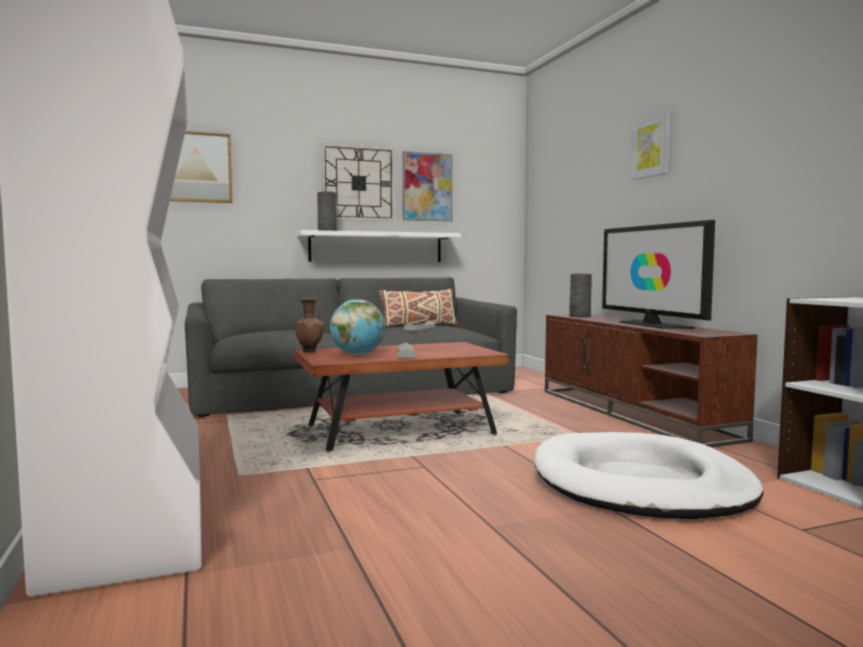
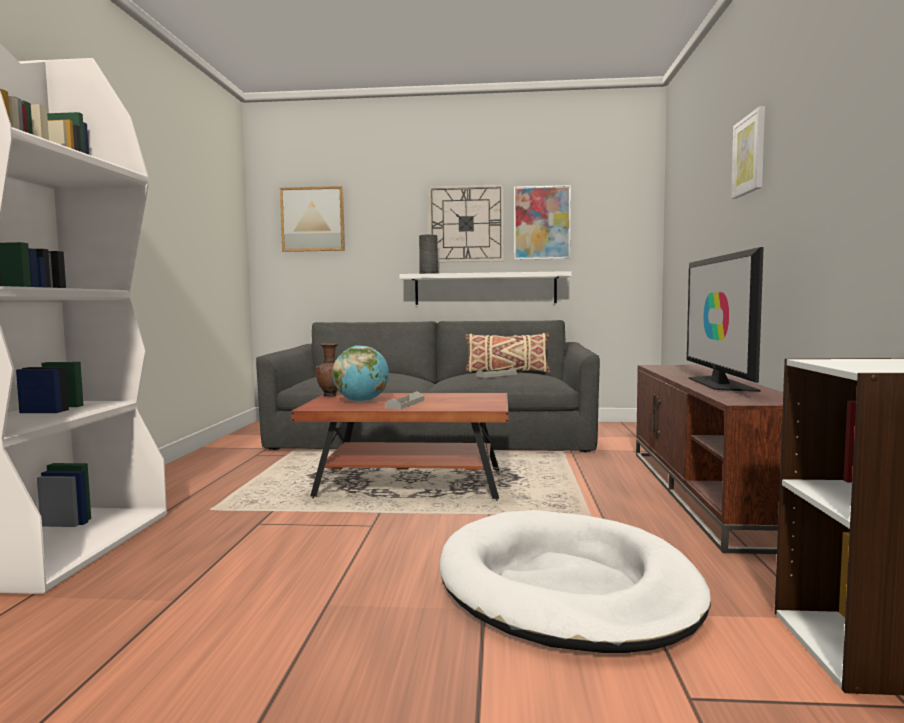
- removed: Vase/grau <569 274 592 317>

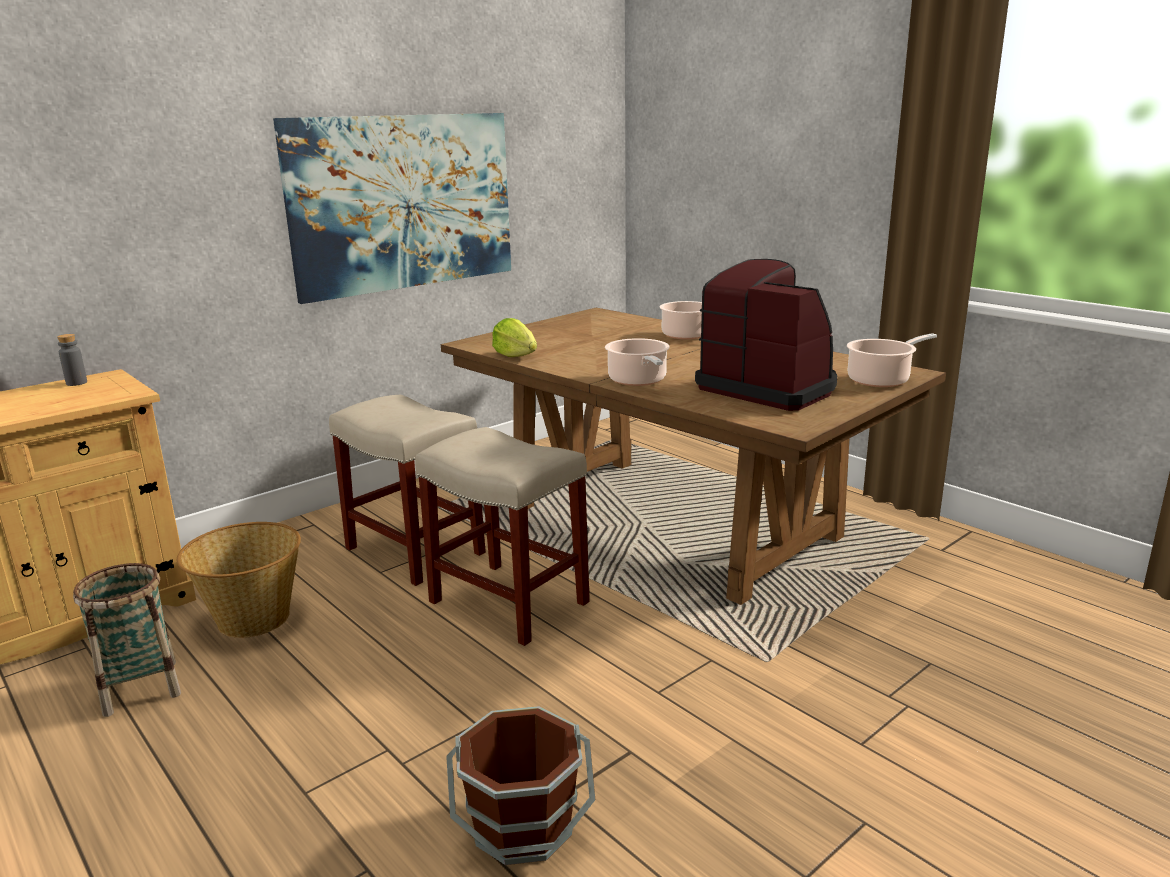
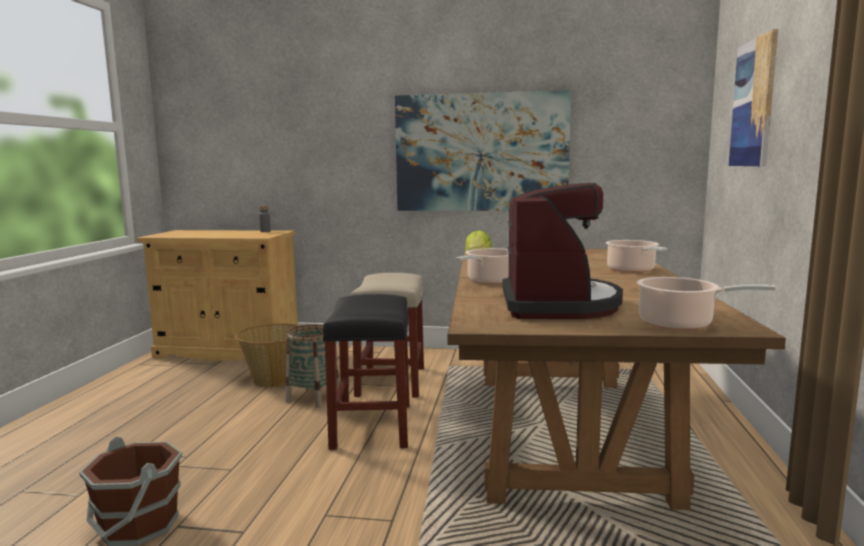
- moved: Korb <73 563 181 717> to <286 324 339 408>
- recoloured: Hocker/beige <415 427 590 646> to Hocker/schwarz <322 294 410 450>
- added: Bild <729 29 778 166>

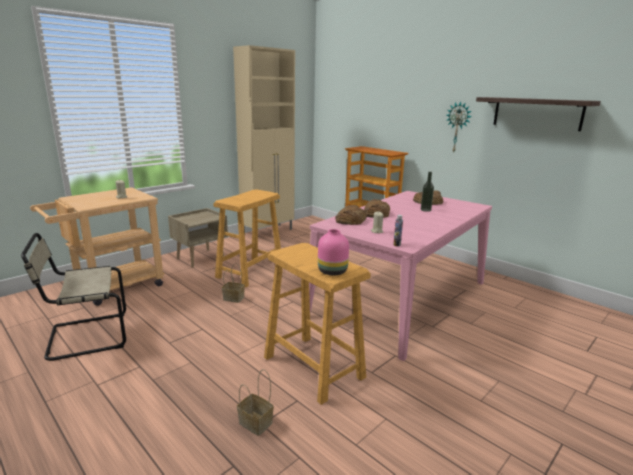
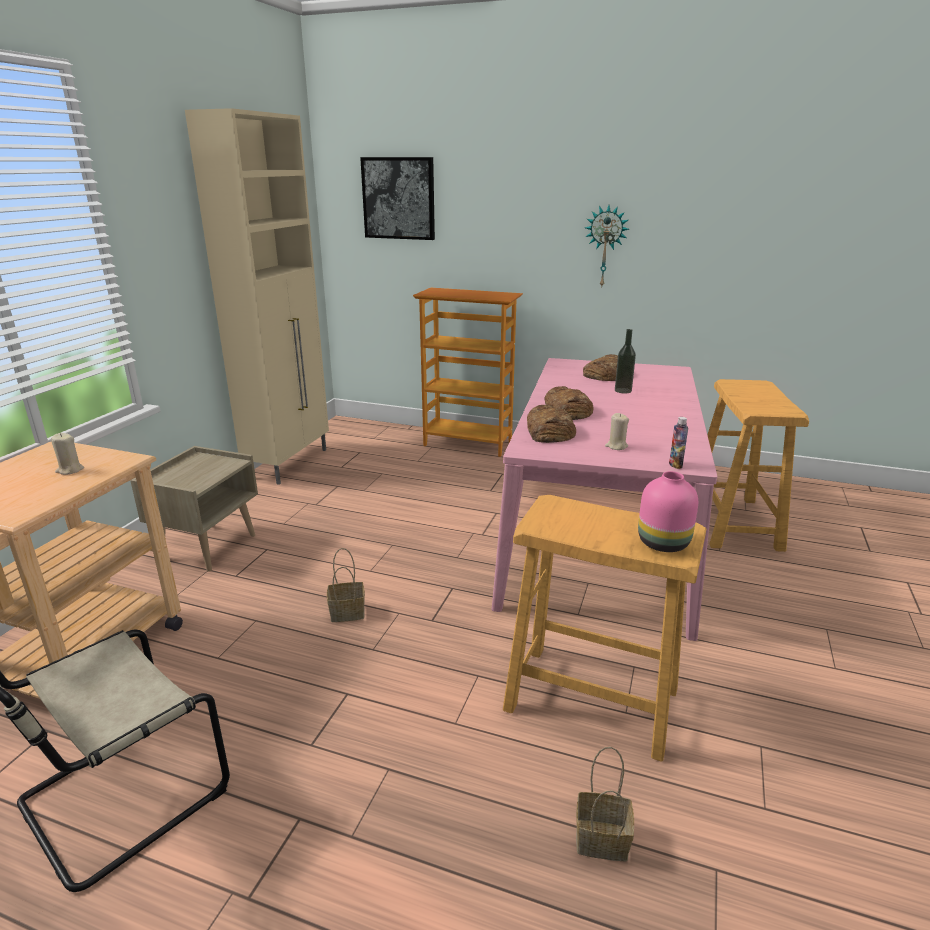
- moved: Hocker/beige <213 190 281 288> to <708 379 809 552>
- removed: Wandregal <476 97 601 131>
- added: Bild <360 157 435 240>

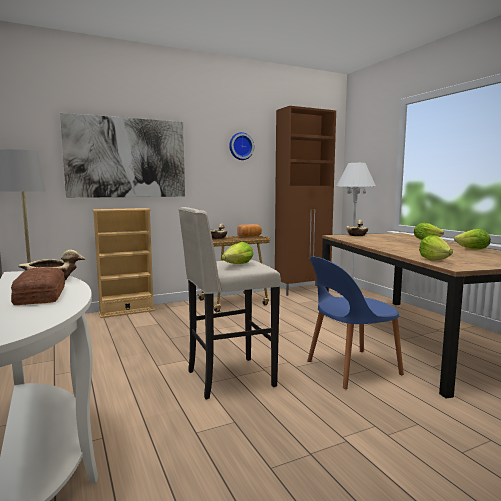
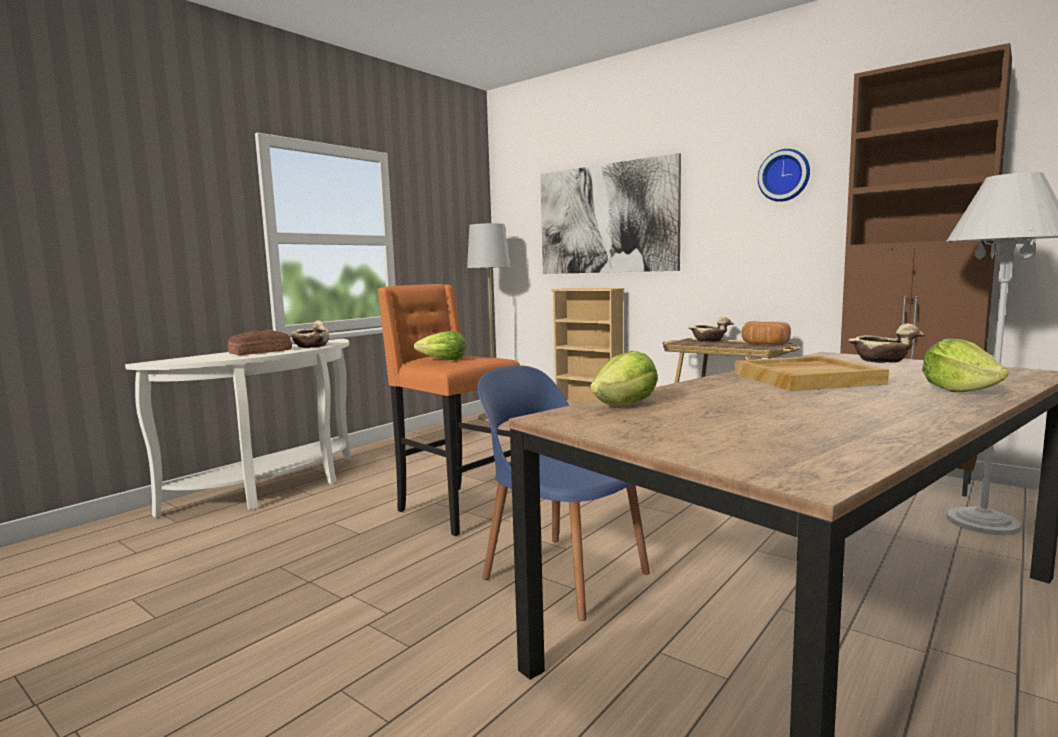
- recoloured: Hocker/beige <178 207 281 400> to Hocker/orange <377 284 520 536>
- removed: Salatkopf <454 229 491 249>
- added: Tablett/beige <735 356 889 391>

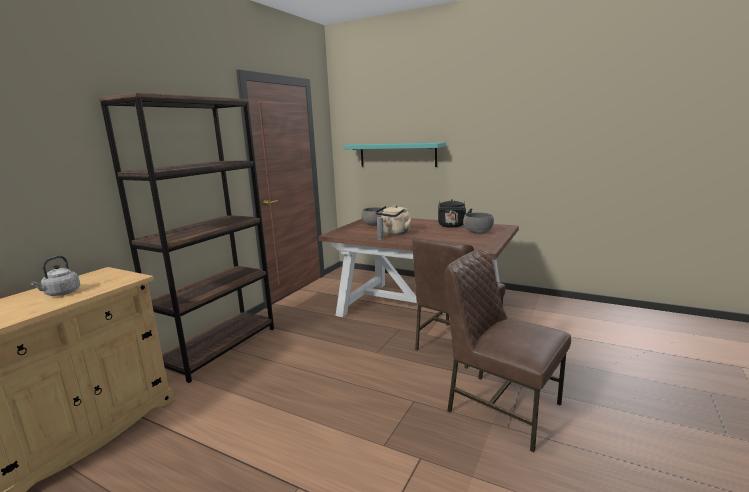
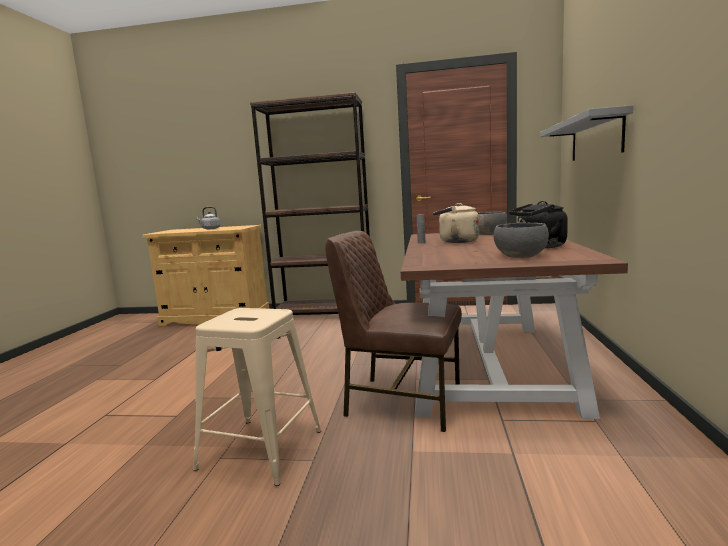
- recoloured: Wandregal/türkis <343 142 446 167> to Wandregal/grau <540 105 633 161>
- replaced: Stuhl/braun <444 250 571 452> to Hocker/beige <193 308 321 486>

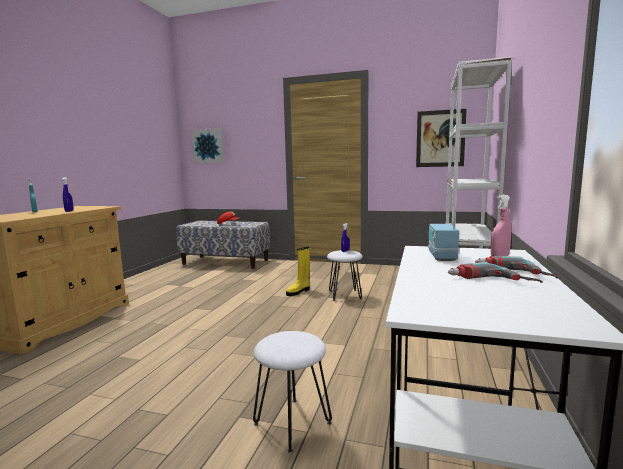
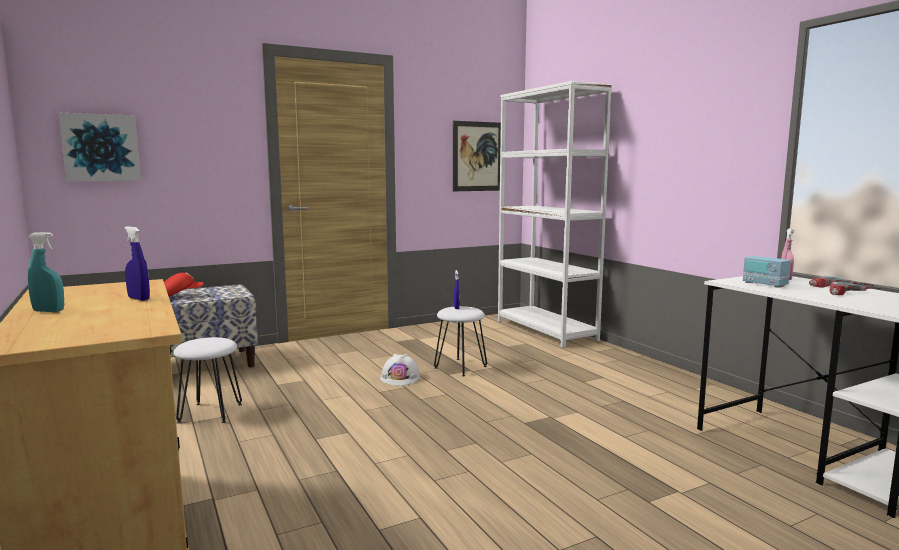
- moved: Hocker/weiß <253 331 332 453> to <173 337 242 423>
- replaced: Stiefel/gelb <286 247 310 296> to Schutzhelm/weiß <380 354 420 386>

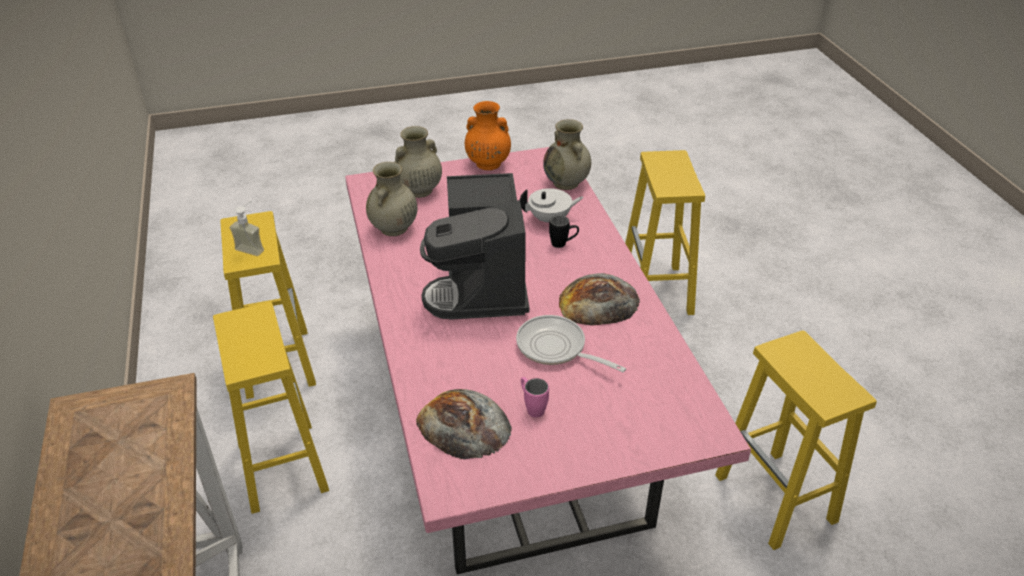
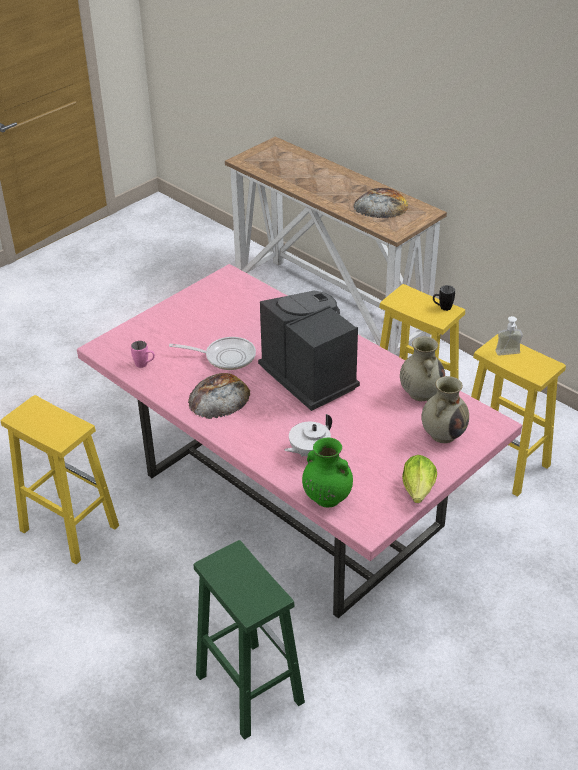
- moved: Brot <416 389 512 459> to <353 188 408 218>
- replaced: Vase/orange <465 101 511 170> to Salatkopf <402 455 437 503>
- moved: Henkelbecher/rosa <521 377 549 417> to <131 341 155 368>
- recoloured: Vase/beige <543 119 591 190> to Vase/grün <302 438 353 507>
- moved: Henkelbecher/schwarz <549 215 579 248> to <433 285 455 311>
- recoloured: Hocker/gelb <625 150 705 315> to Hocker/grün <194 540 305 740>

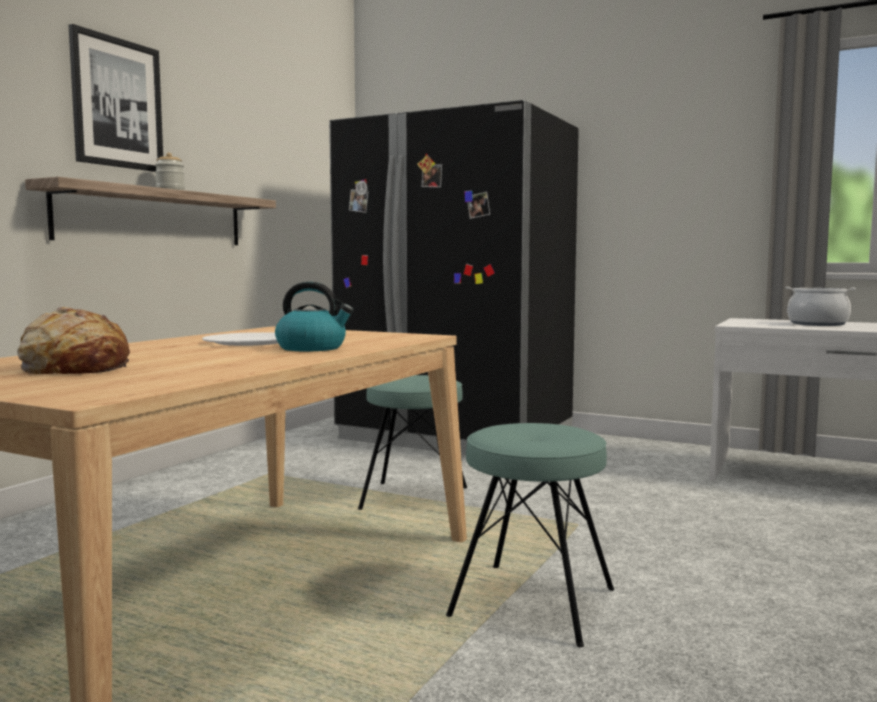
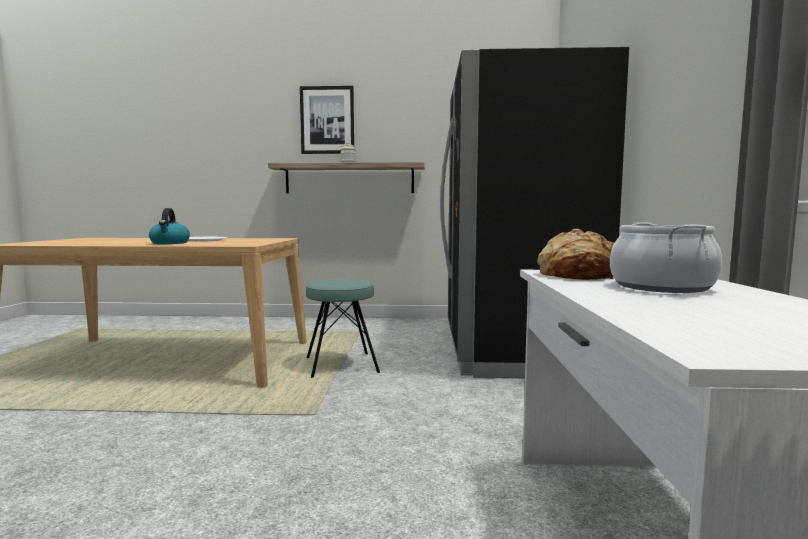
- moved: Brot <17 307 130 374> to <537 229 614 280>
- removed: Hocker/türkis <446 423 614 647>

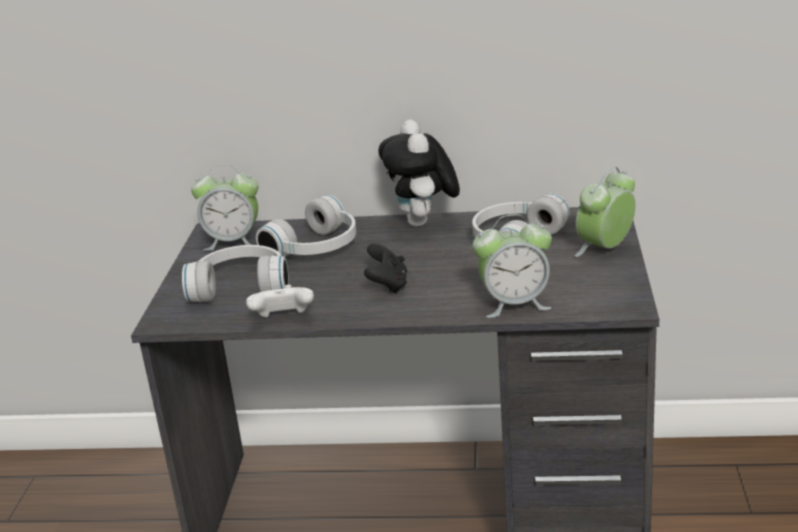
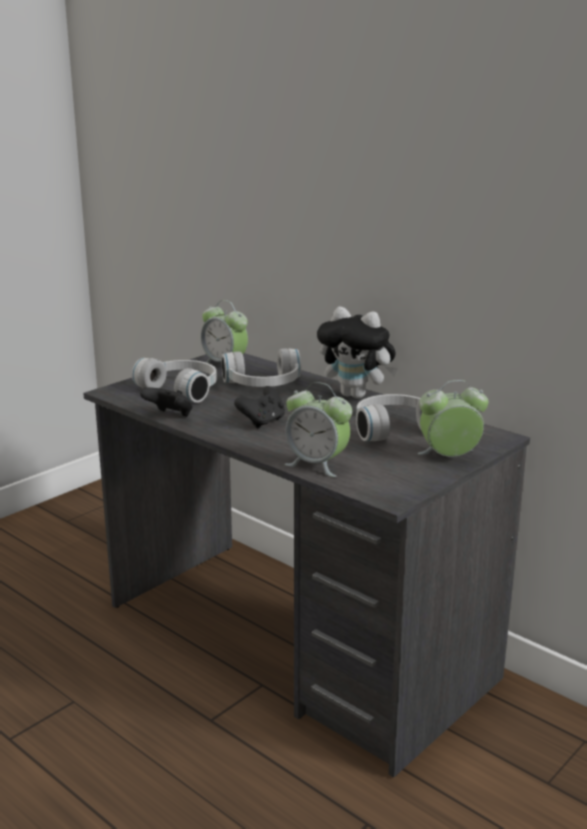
- recoloured: Gamepad/weiß <246 285 314 317> to Gamepad/schwarz <140 387 193 417>
- turned: Plüschtier <378 119 460 227> = <317 306 398 399> 90 degrees counterclockwise

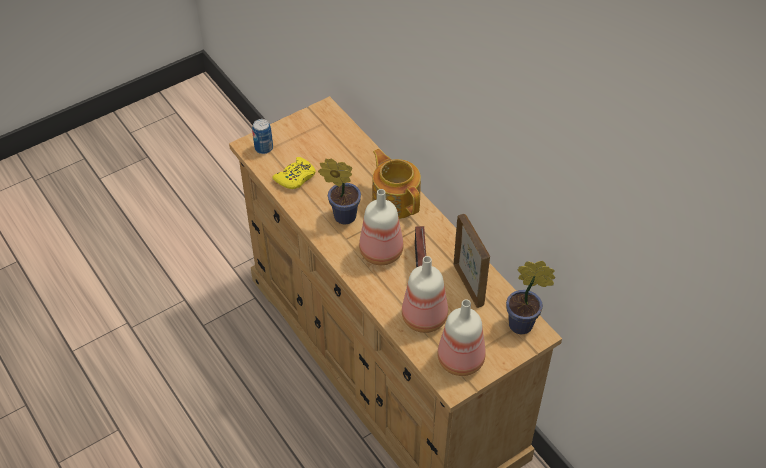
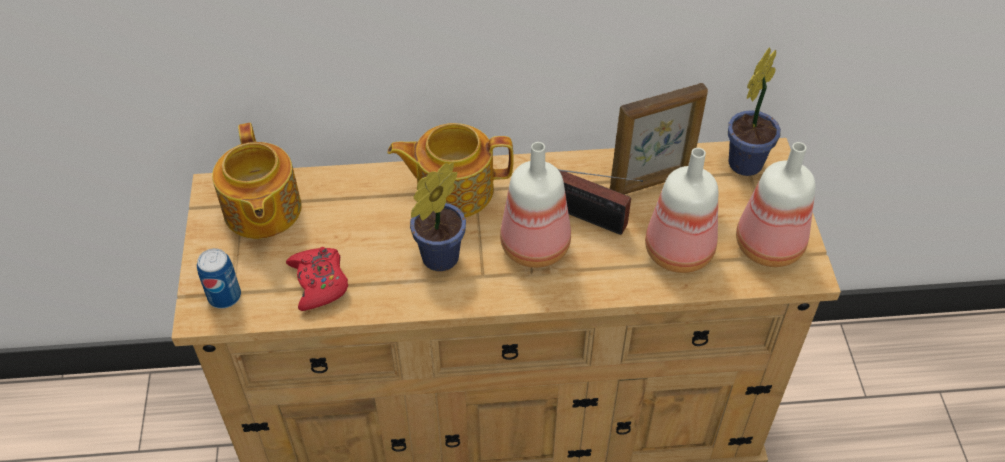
- recoloured: Gamepad/gelb <272 157 316 189> to Gamepad/rot <286 247 348 311>
- turned: Bilderrahmen <454 214 490 308> = <610 83 708 195> 150 degrees clockwise
- added: Teekanne <212 123 301 239>

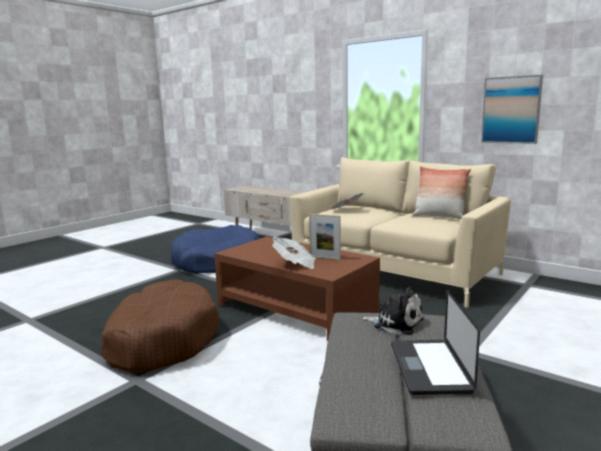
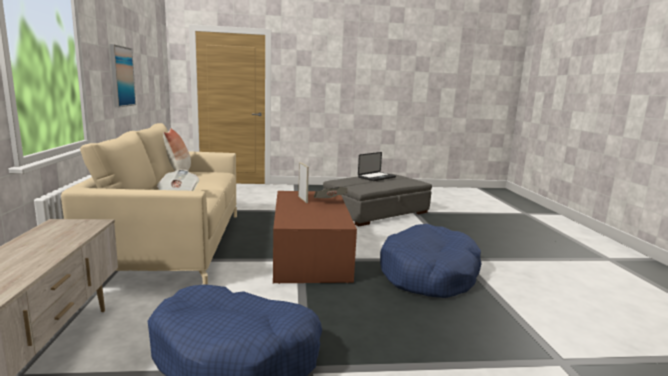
- recoloured: Hundebett/braun <101 280 219 373> to Hundebett/blau <380 224 482 298>
- removed: Plüschtier <362 286 424 335>

